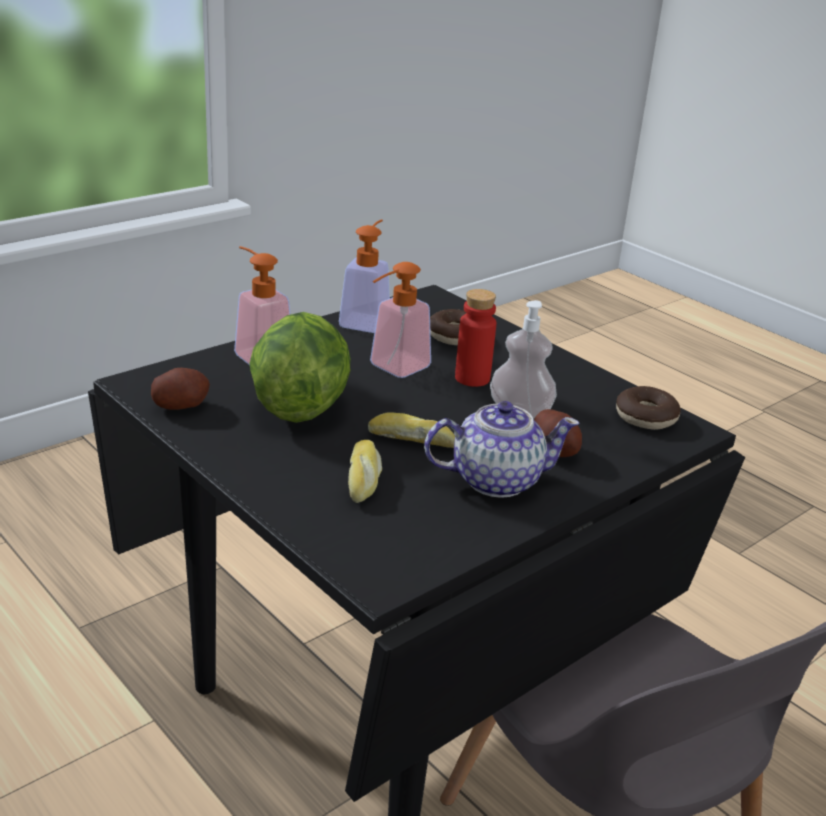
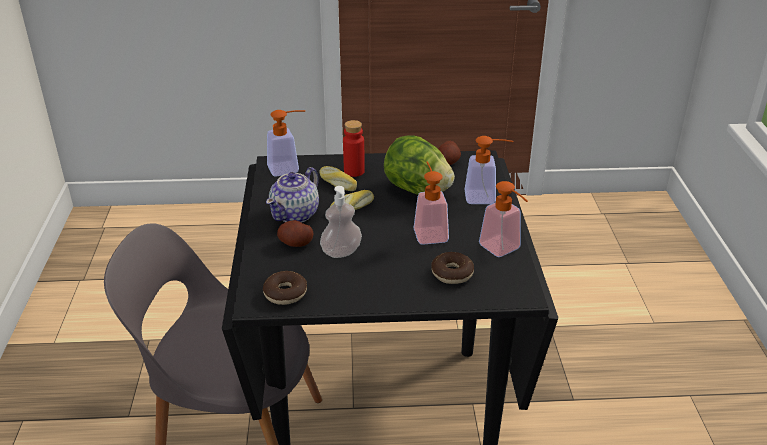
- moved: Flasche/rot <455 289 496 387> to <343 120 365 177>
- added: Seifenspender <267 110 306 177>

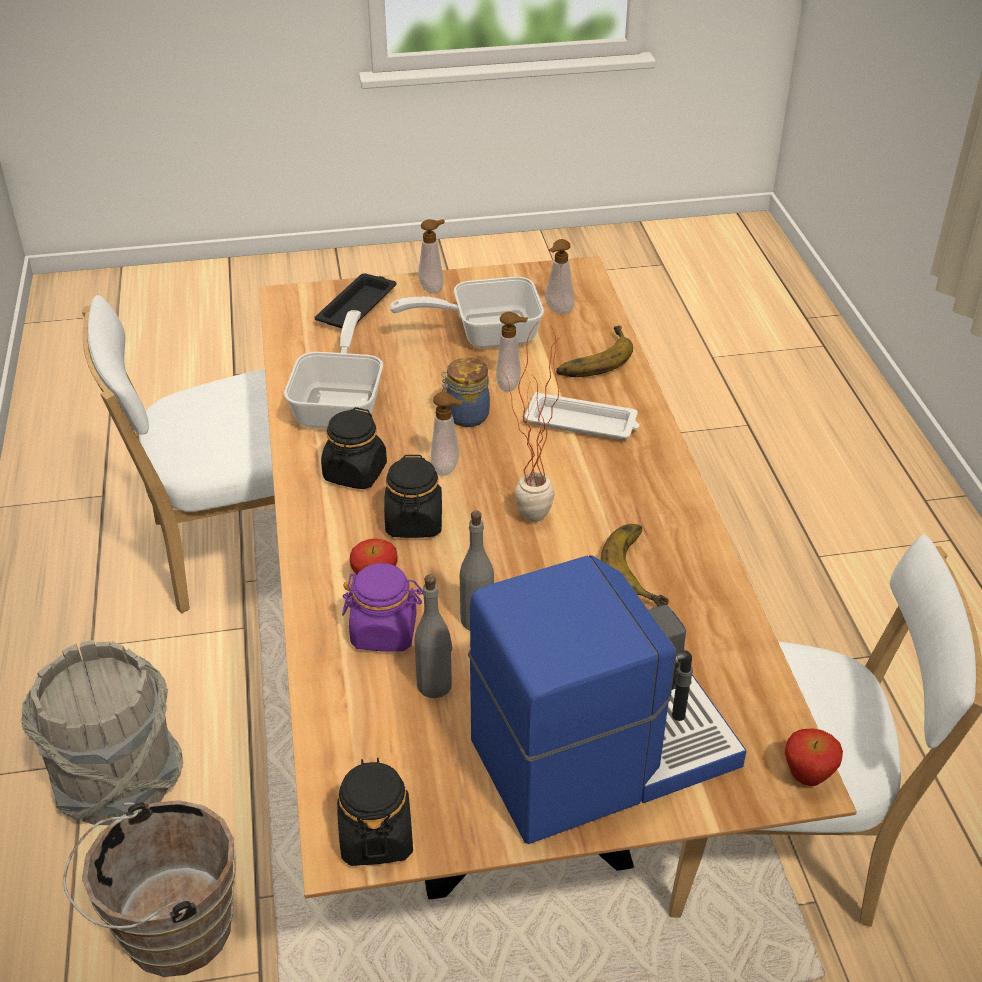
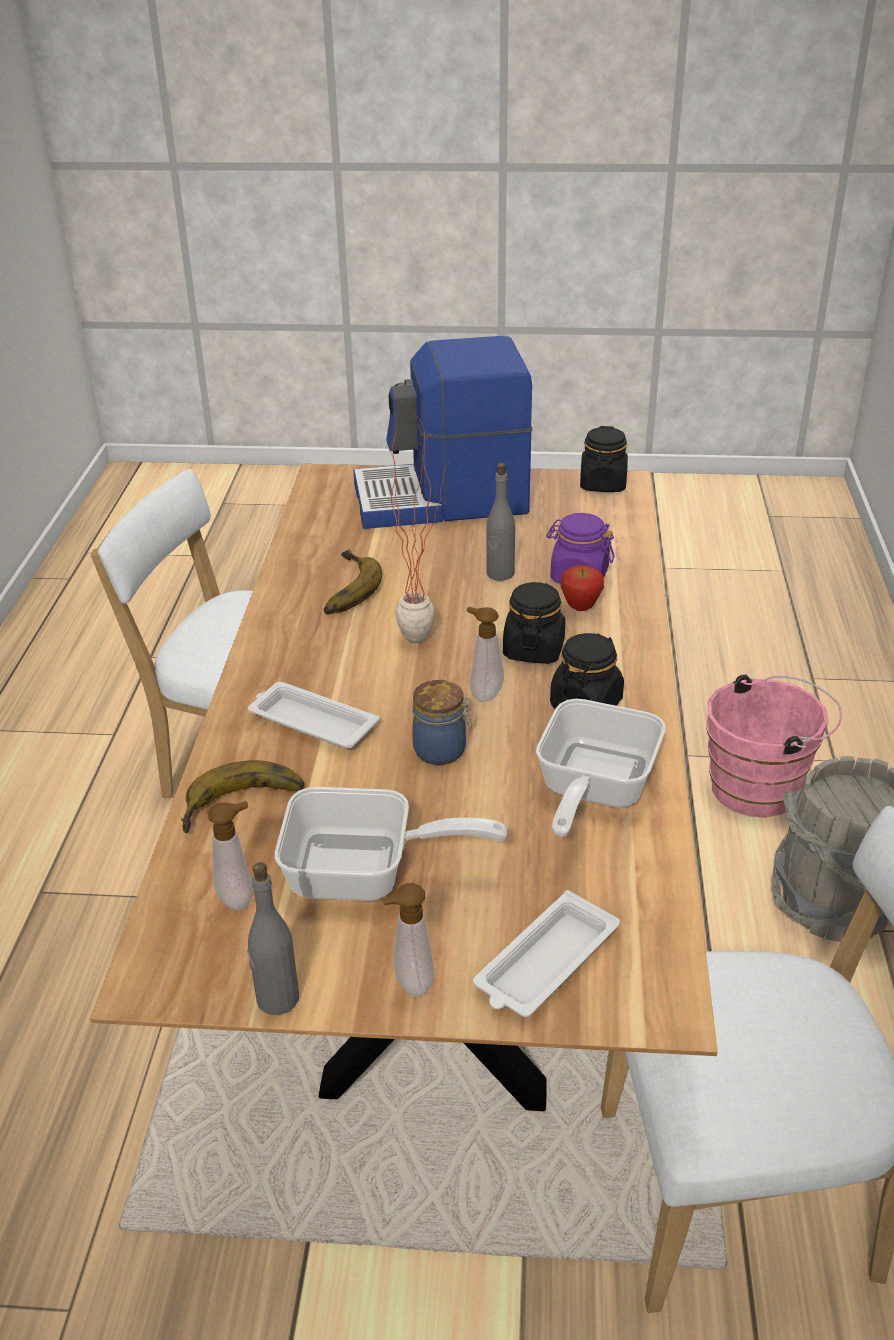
- recoloured: Eimer/braun <63 800 236 977> to Eimer/rosa <706 675 842 818>
- recoloured: Tablett/schwarz <315 273 397 328> to Tablett/weiß <473 890 620 1017>
- moved: Flasche/grau <414 574 452 698> to <247 862 299 1015>
- removed: Seifenspender <496 312 528 392>
- removed: Apfel <785 729 843 786>

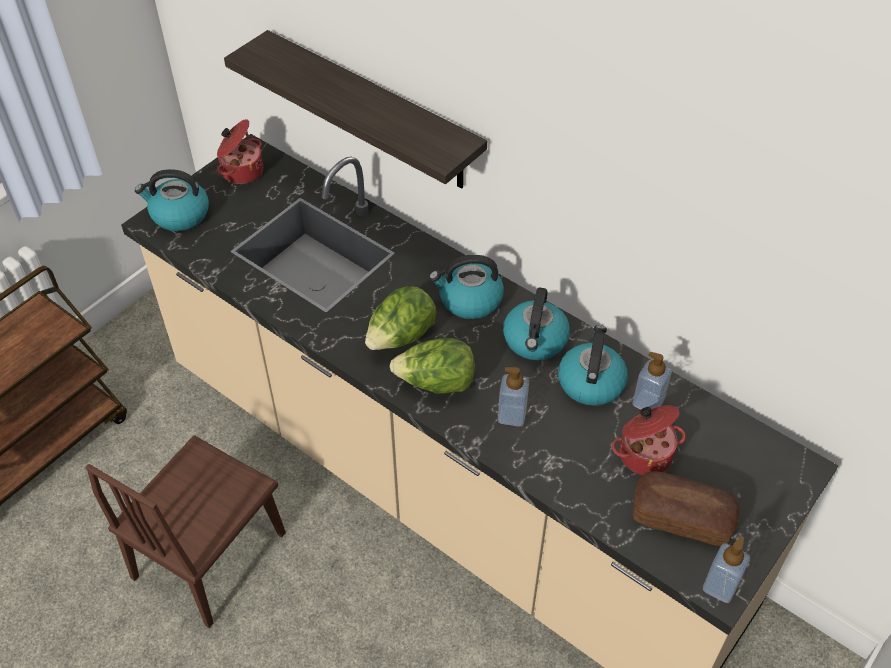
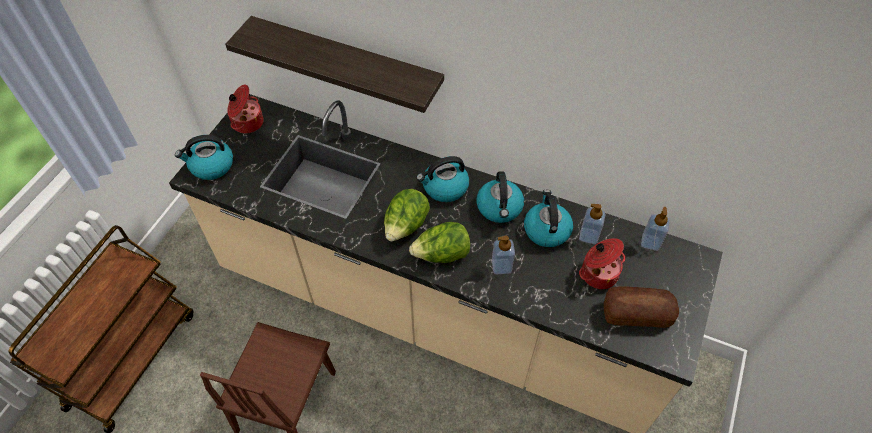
- moved: Seifenspender <703 536 750 603> to <641 207 670 251>

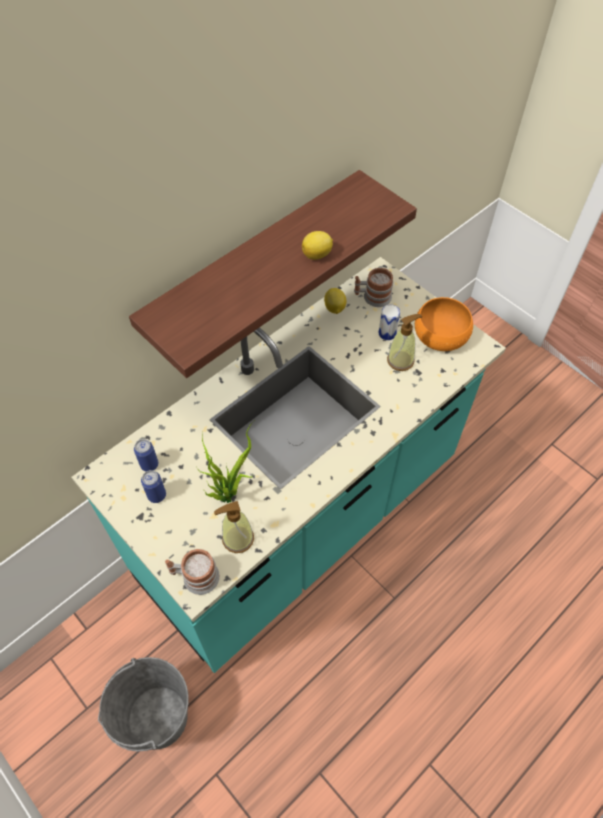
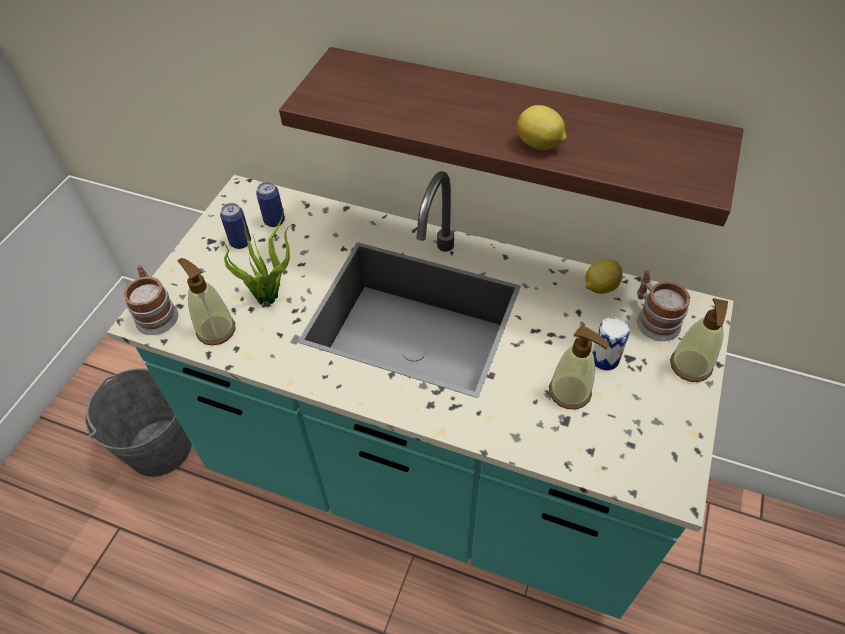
- removed: Schüssel/orange <415 297 473 351>
- added: Seifenspender <670 298 728 382>

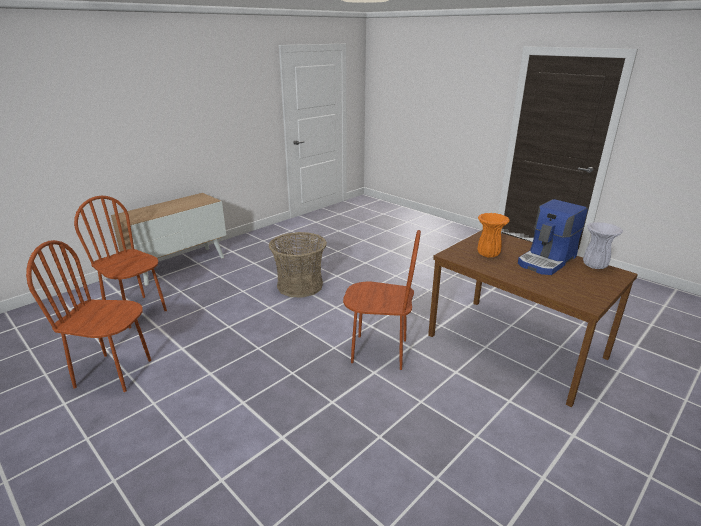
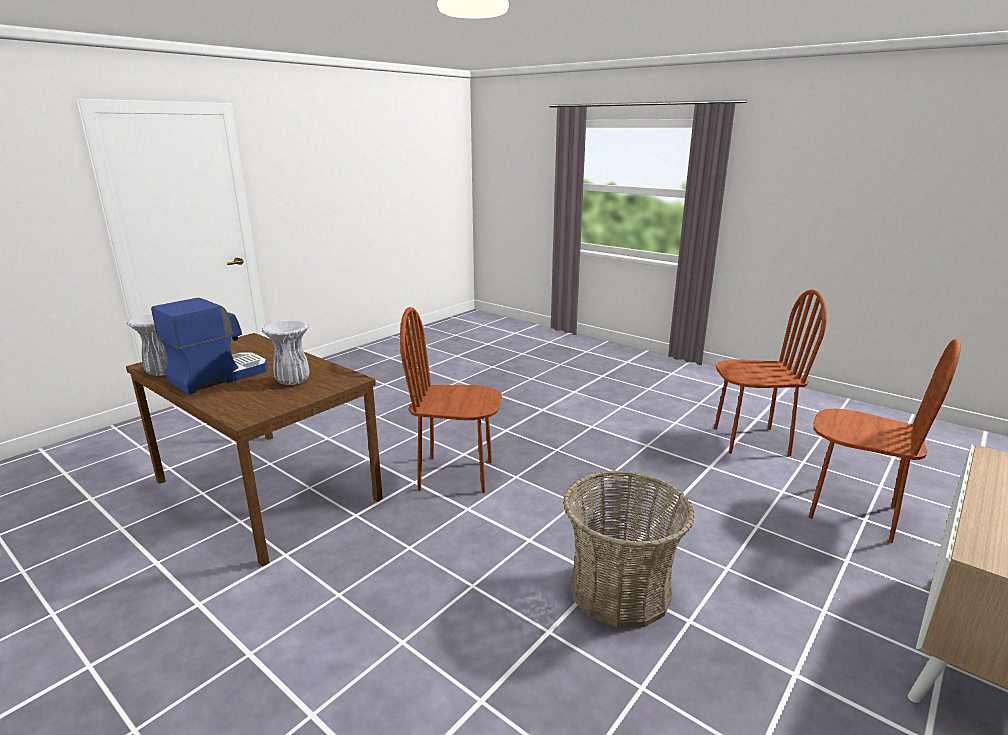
- recoloured: Vase/orange <477 213 510 258> to Vase/weiß <262 320 310 385>

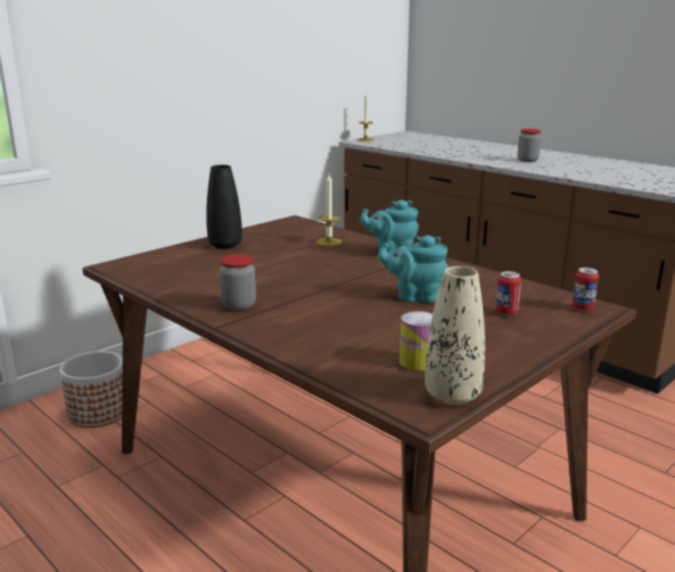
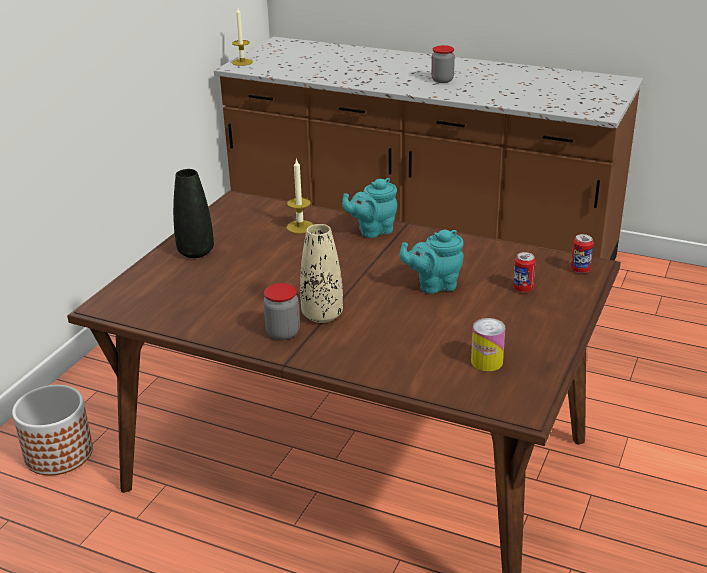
- moved: Vase/beige <425 266 485 405> to <300 224 343 323>

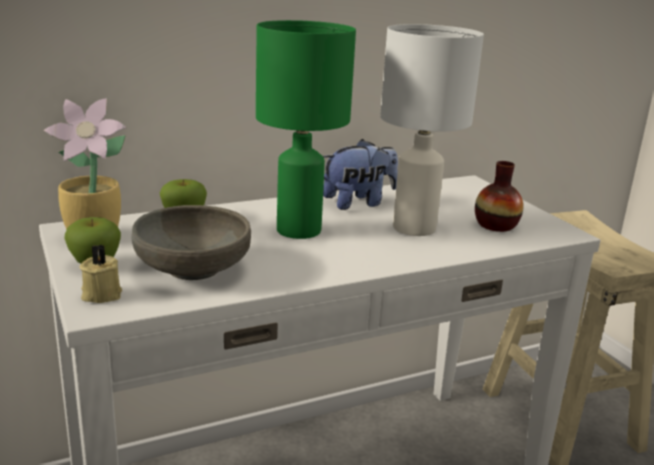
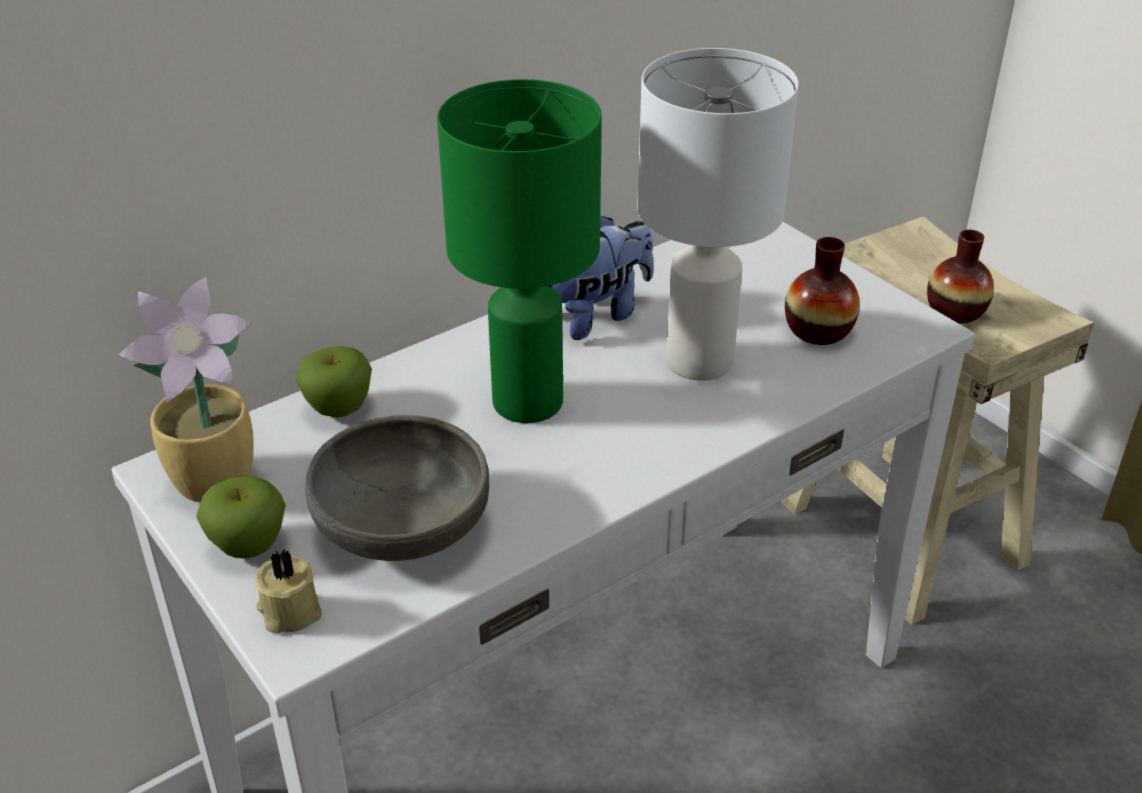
- added: Vase <927 230 994 324>

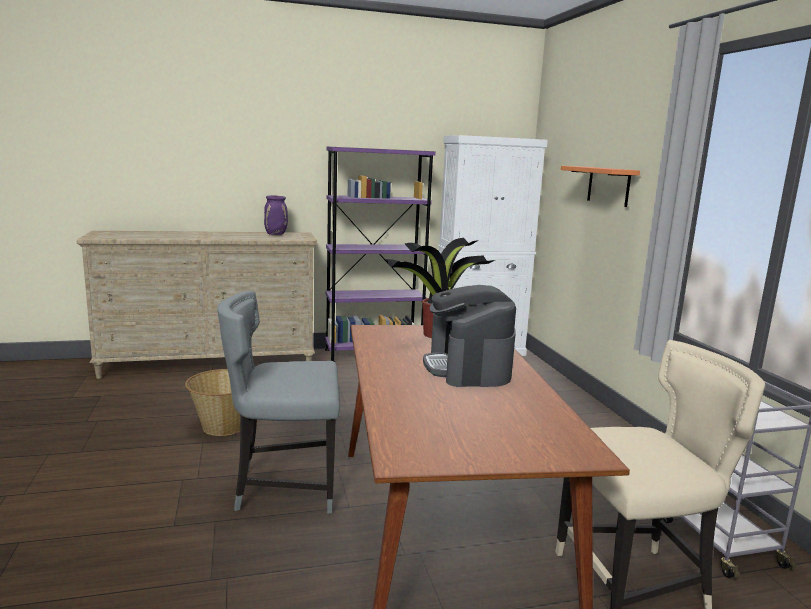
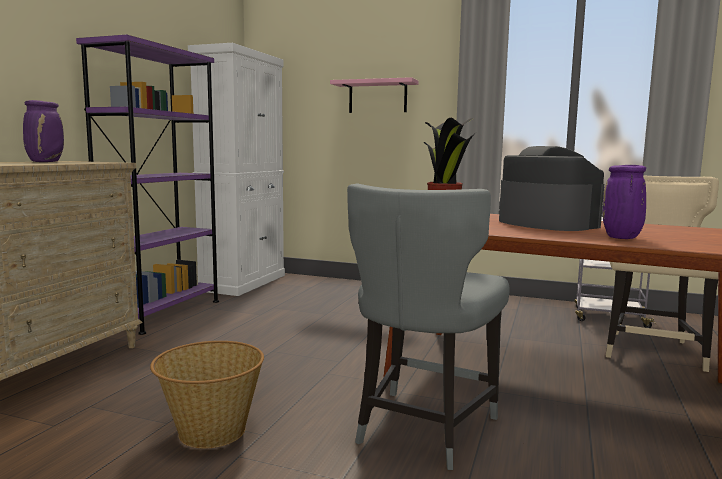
- turned: Kaffeemaschine <423 285 516 387> = <499 146 604 231> 150 degrees counterclockwise
- recoloured: Wandregal/orange <561 166 640 207> to Wandregal/rosa <330 77 419 113>
- added: Vase/lila <603 165 646 239>

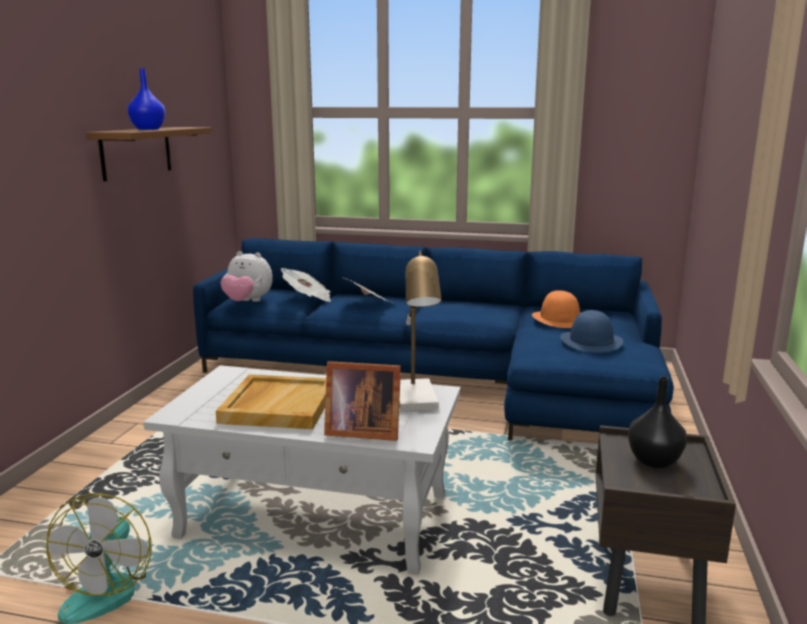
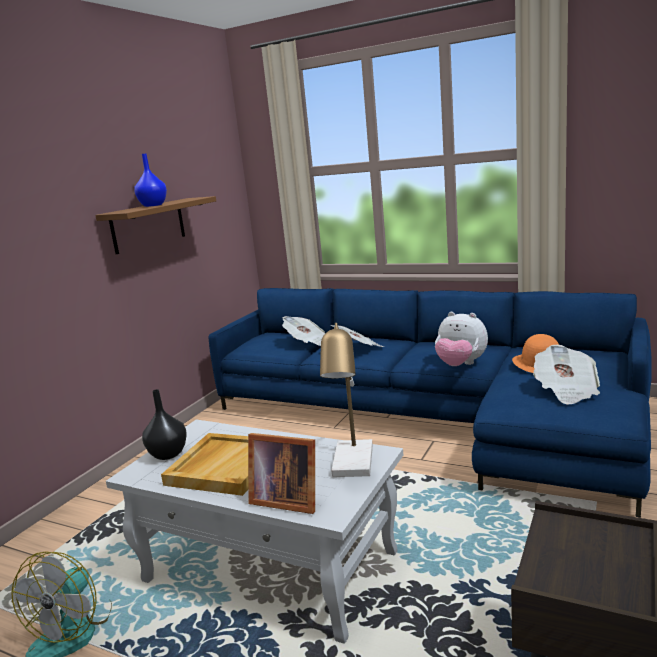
- moved: Plüschtier <220 251 273 302> to <435 312 488 366>
- replaced: Hut/blau <560 310 624 353> to Zeitung <533 345 600 405>
- moved: Vase/schwarz <628 376 687 468> to <142 389 187 460>

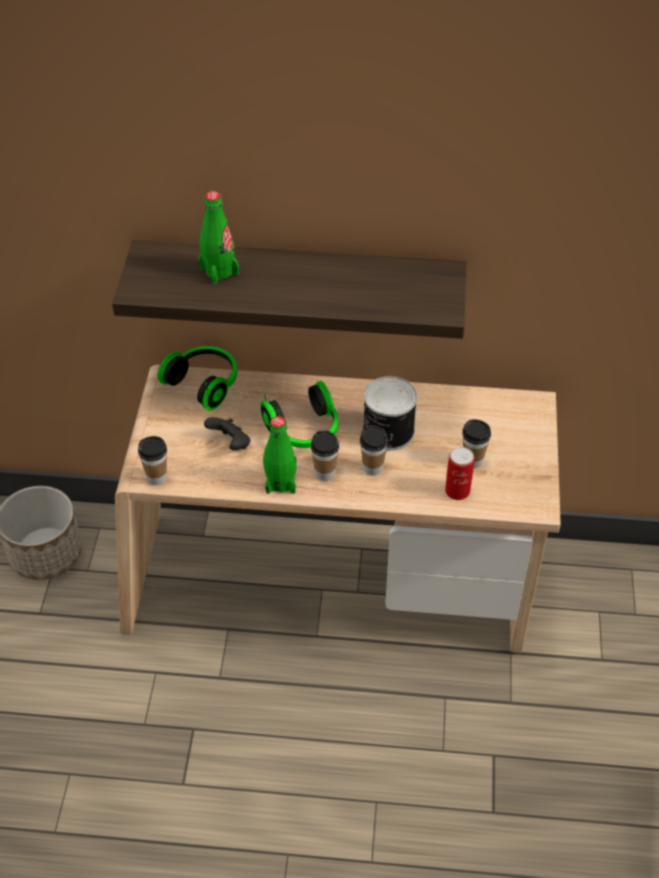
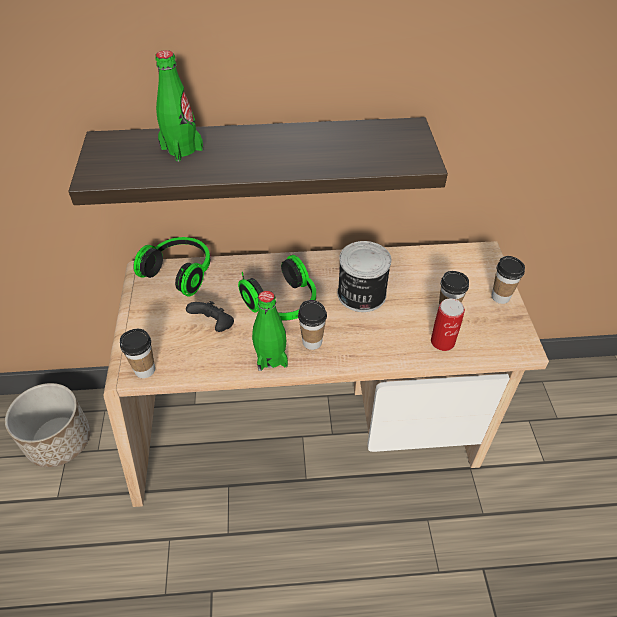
- moved: Tasse <360 425 388 476> to <492 256 525 304>

